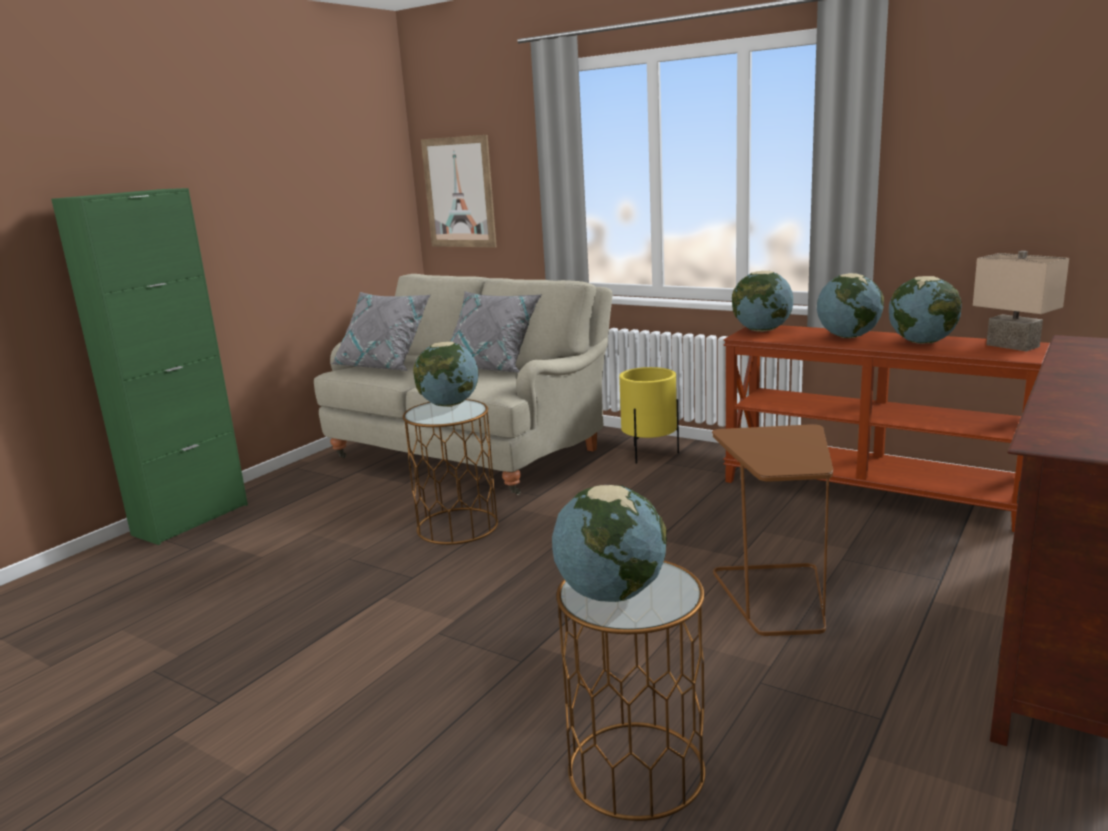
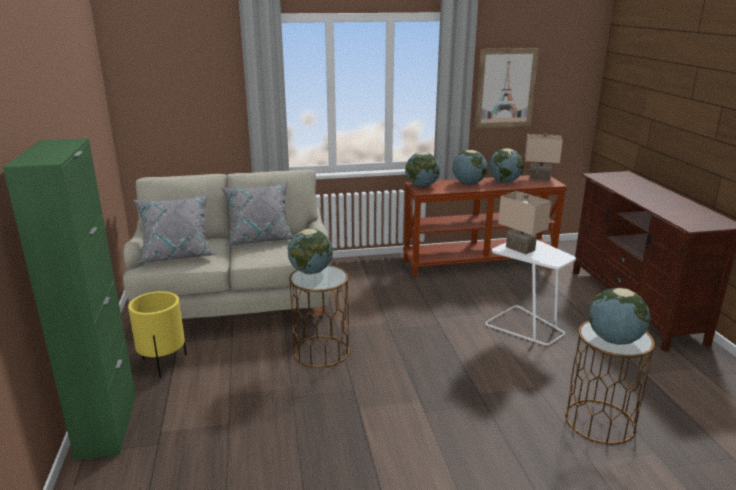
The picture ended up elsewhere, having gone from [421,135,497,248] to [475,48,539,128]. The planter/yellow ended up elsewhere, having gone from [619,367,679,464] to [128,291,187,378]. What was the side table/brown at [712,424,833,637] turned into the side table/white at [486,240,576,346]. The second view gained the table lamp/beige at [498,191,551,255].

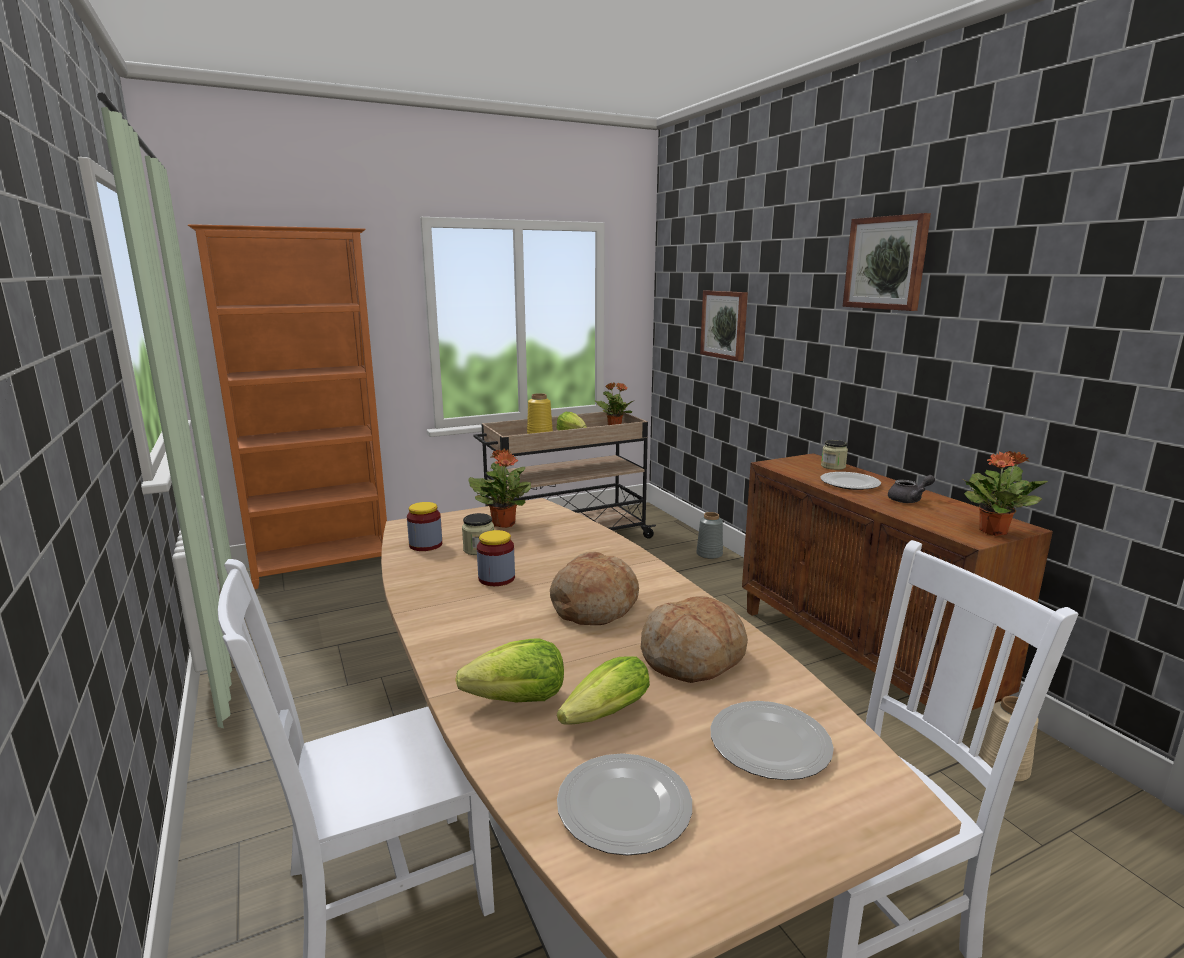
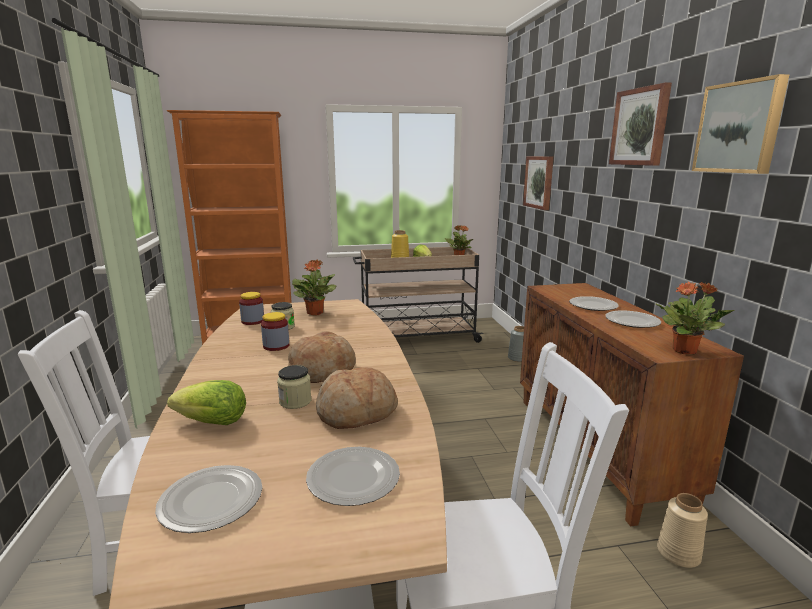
The second view lost the lettuce at [557,657,650,725]. The jar ended up elsewhere, having gone from [821,440,848,470] to [277,365,312,409]. Where the teapot/grey stood at [888,475,935,503], the plate came to stand at [605,310,661,328]. The second view gained the picture at [692,74,789,174].

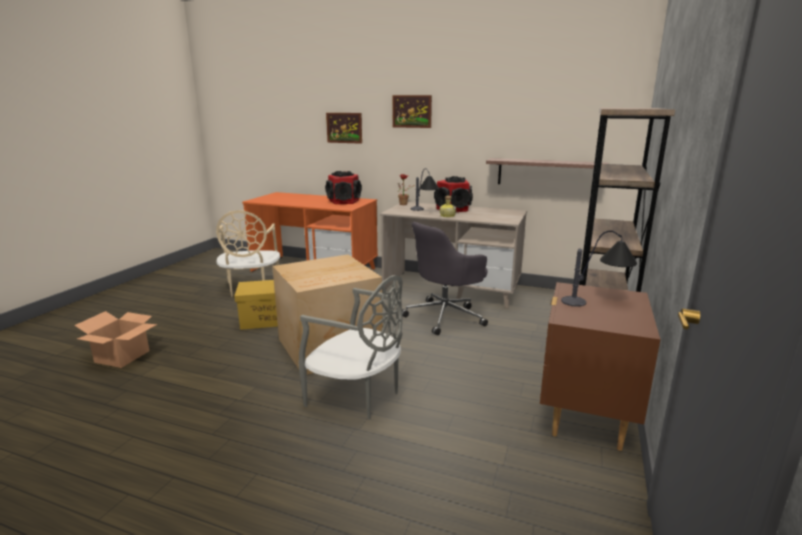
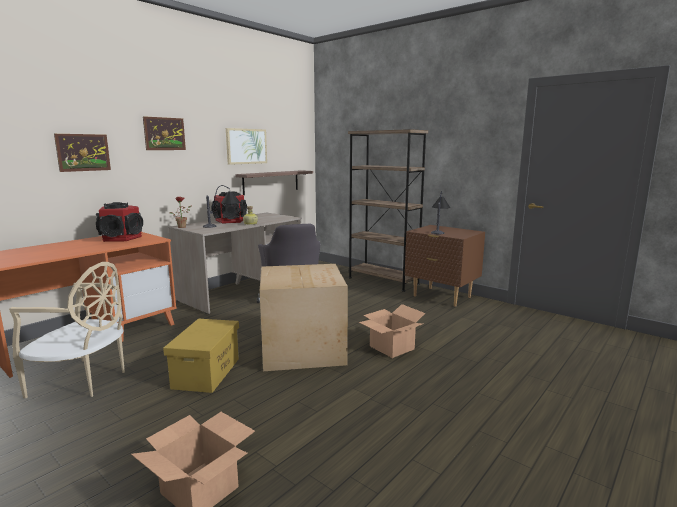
Where the chair/grey stood at [298,275,403,420], the cardboard box came to stand at [359,304,425,358]. The second view gained the picture at [226,128,267,165].

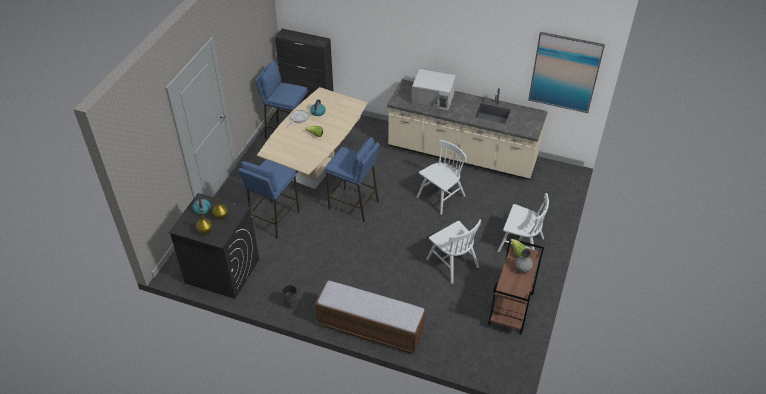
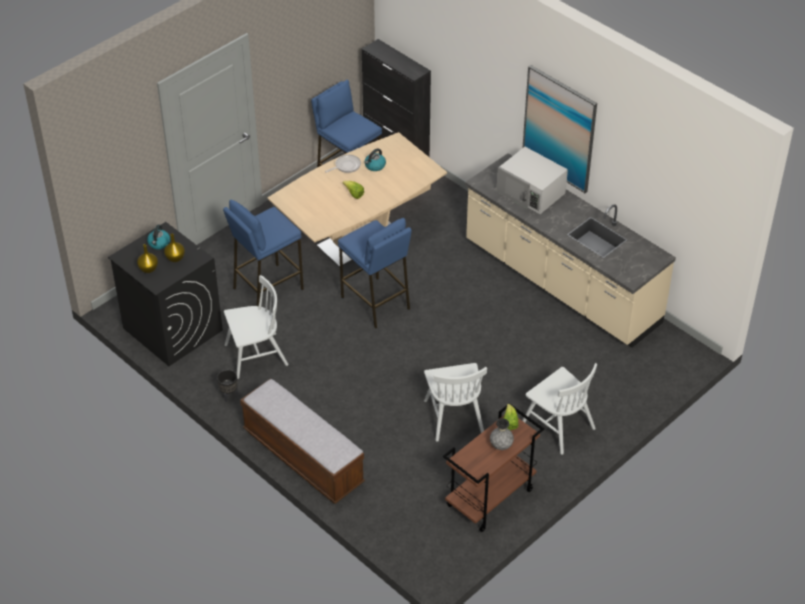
The chair/white ended up elsewhere, having gone from [417,140,467,215] to [224,275,288,379]. The picture ended up elsewhere, having gone from [528,32,605,113] to [523,65,597,193].

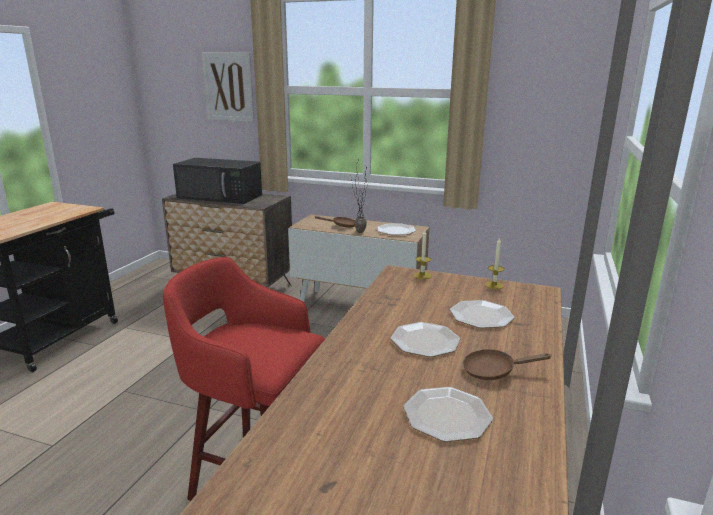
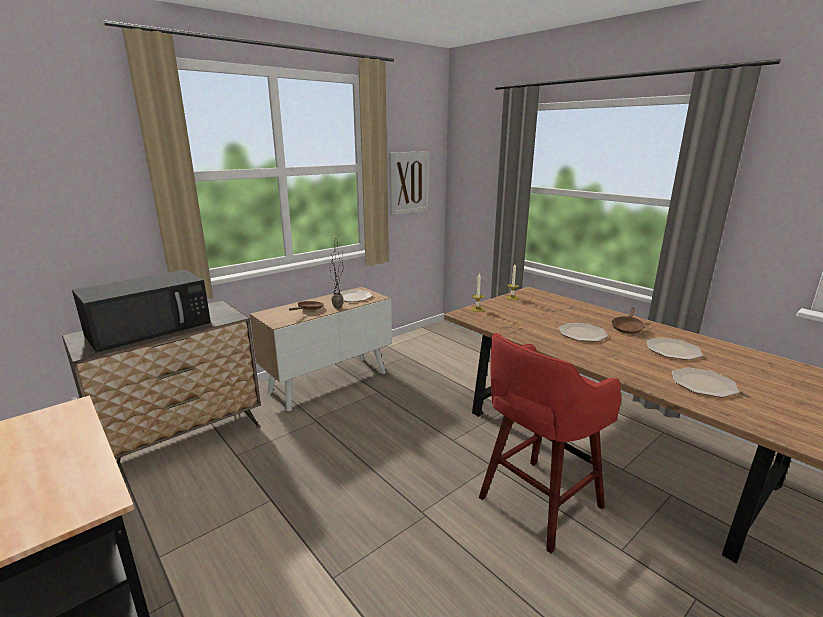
The picture ended up elsewhere, having gone from [202,53,255,122] to [389,151,429,215]. The plate ended up elsewhere, having gone from [450,300,515,328] to [672,367,739,398].

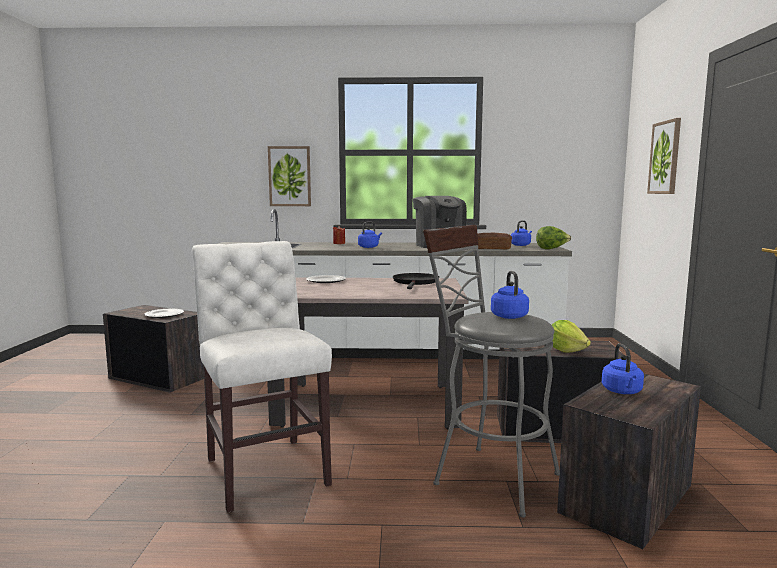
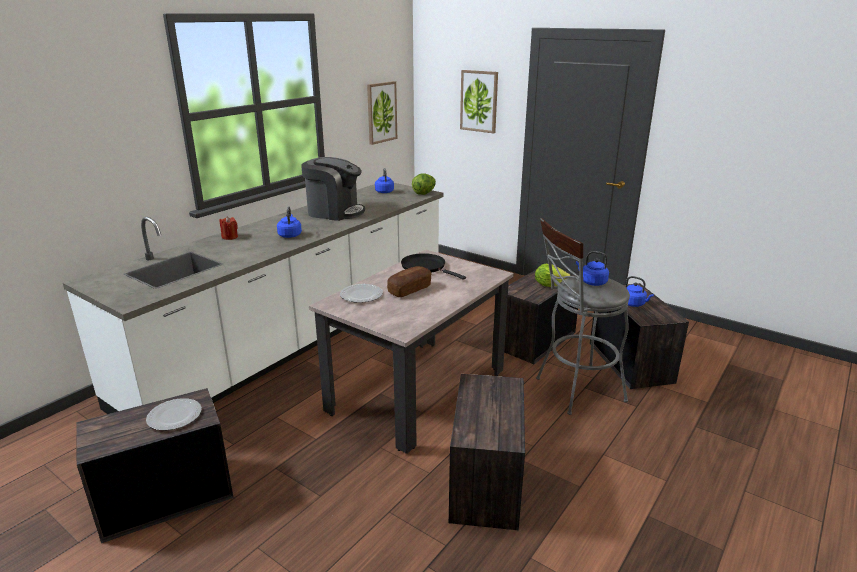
Where the chair/white stood at [191,241,332,513], the crate came to stand at [449,374,525,530]. The picture ended up elsewhere, having gone from [268,146,311,206] to [367,81,397,145]. The bread ended up elsewhere, having gone from [478,233,512,250] to [387,266,431,297].

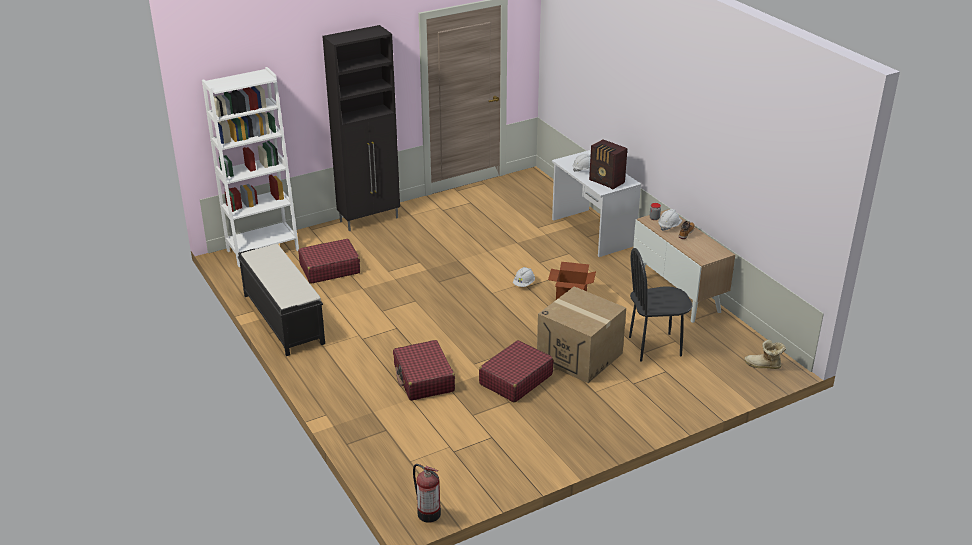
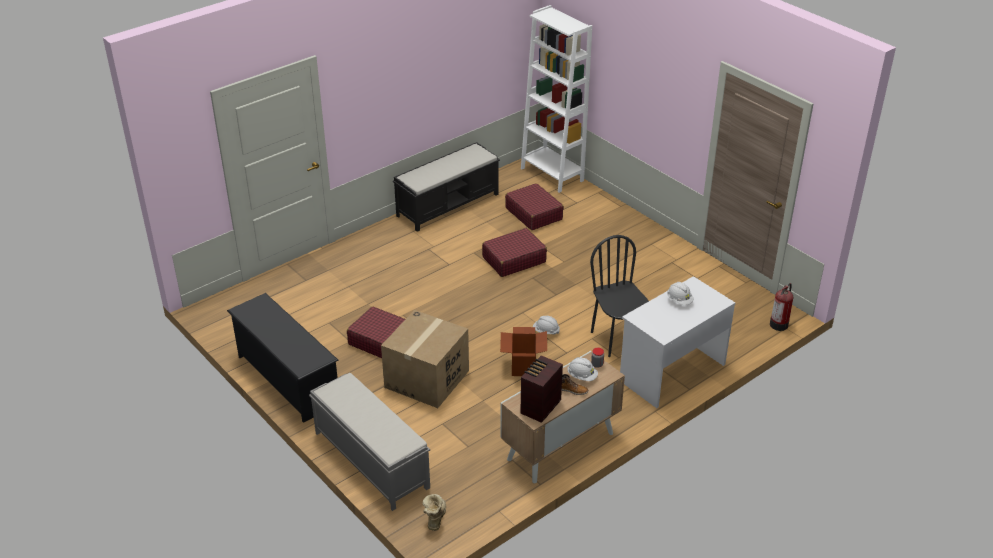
The second view lost the cabinet/black at [323,25,400,231]. The suitcase/red ended up elsewhere, having gone from [393,340,455,401] to [482,228,547,277]. The fire extinguisher ended up elsewhere, having gone from [413,464,441,523] to [770,283,794,331]. The radio ended up elsewhere, having gone from [589,139,627,189] to [520,355,563,423]. The chair/black ended up elsewhere, having gone from [629,248,693,362] to [590,235,649,357]. The second view gained the shoe rack/black at [227,293,339,423]. The second view gained the bench/grey at [309,373,430,511].

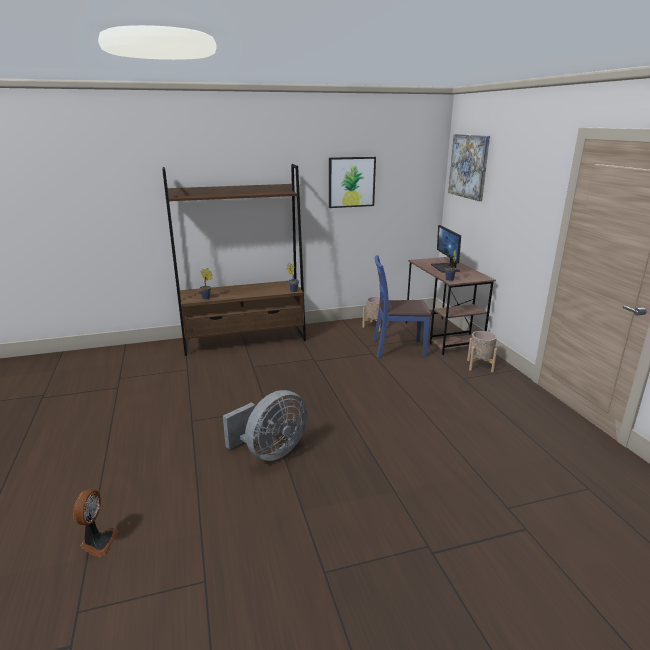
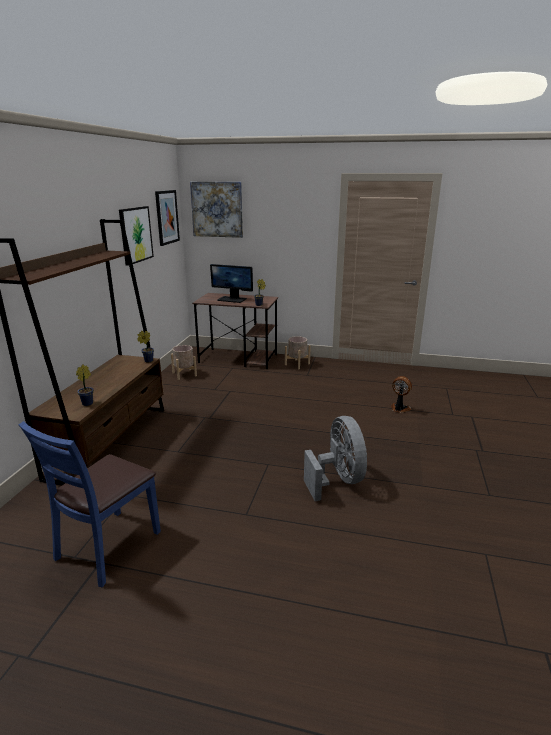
The fan ended up elsewhere, having gone from [73,489,119,557] to [391,376,412,413]. The chair/blue ended up elsewhere, having gone from [373,255,432,358] to [18,421,161,587]. The second view gained the picture at [155,190,180,246].

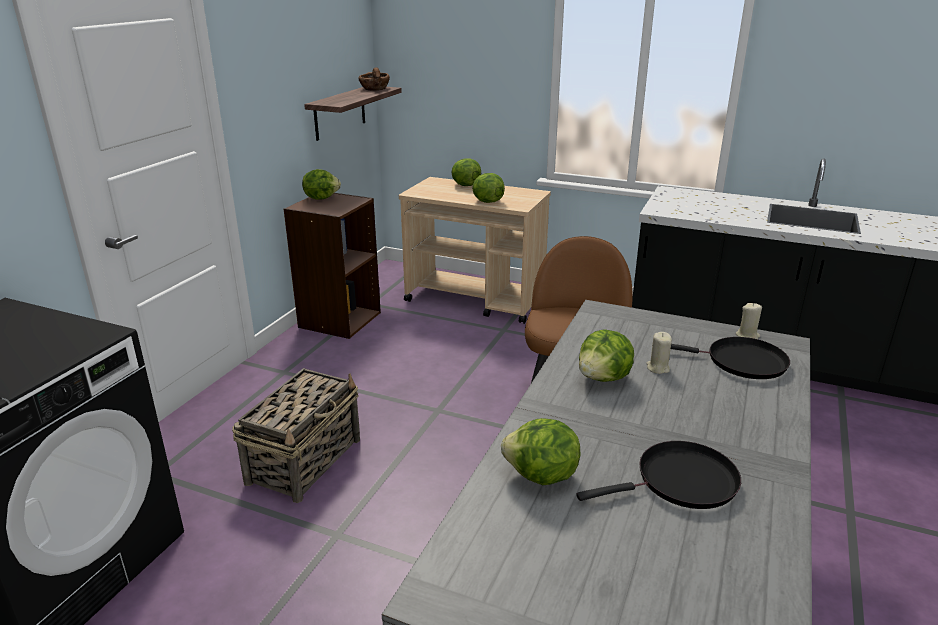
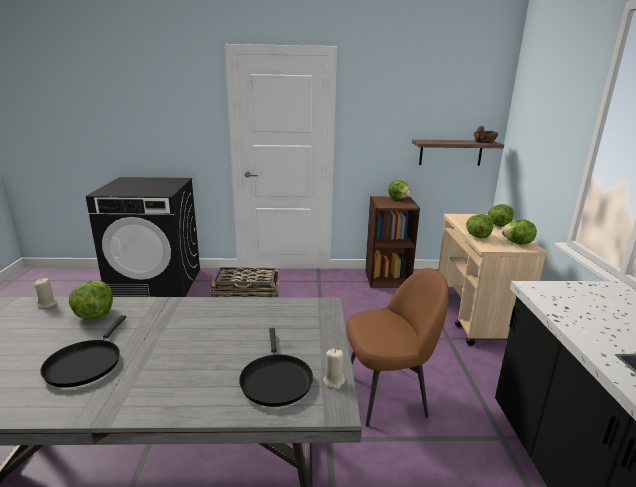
The frying pan/black at [576,441,741,509] ended up facing another way, 45 degrees clockwise from before. The lettuce ended up elsewhere, having gone from [579,330,634,382] to [501,219,537,245]. The candle/beige ended up elsewhere, having gone from [646,332,672,374] to [34,278,58,308].

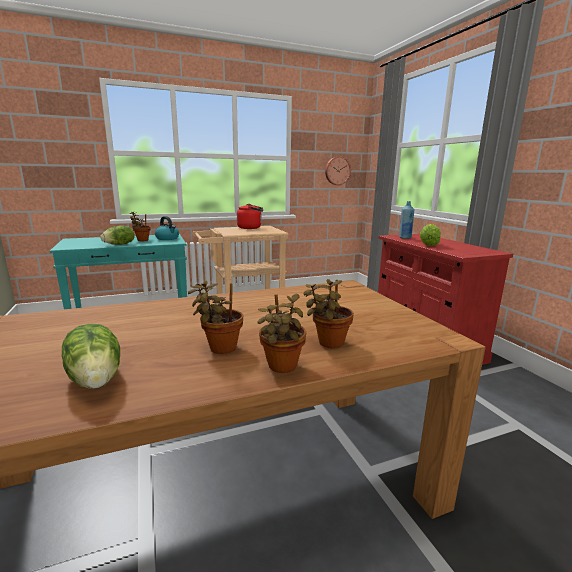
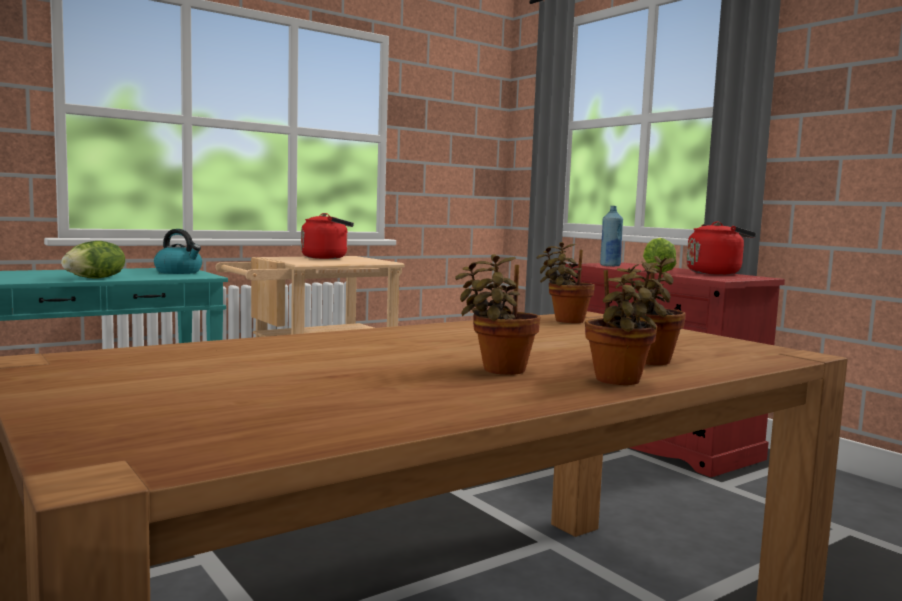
The second view lost the lettuce at [62,323,120,389]. The potted plant ended up elsewhere, having gone from [129,212,151,241] to [537,242,595,323]. The second view lost the wall clock at [325,156,351,185]. The second view gained the kettle/red at [687,222,756,275].

